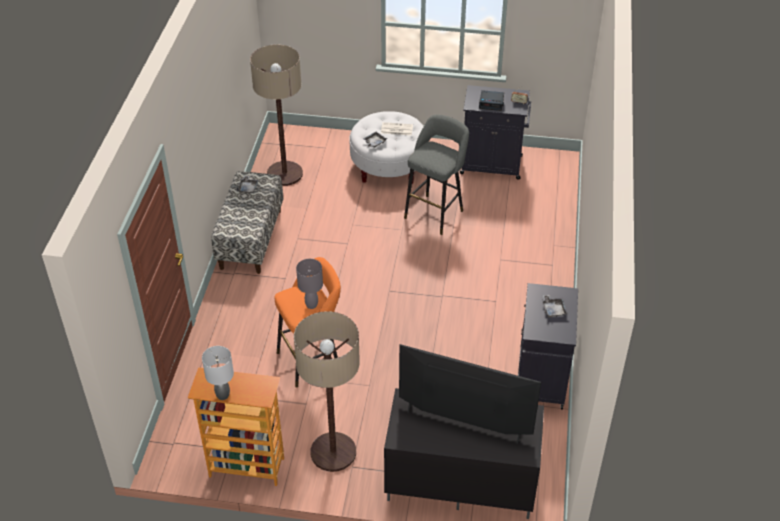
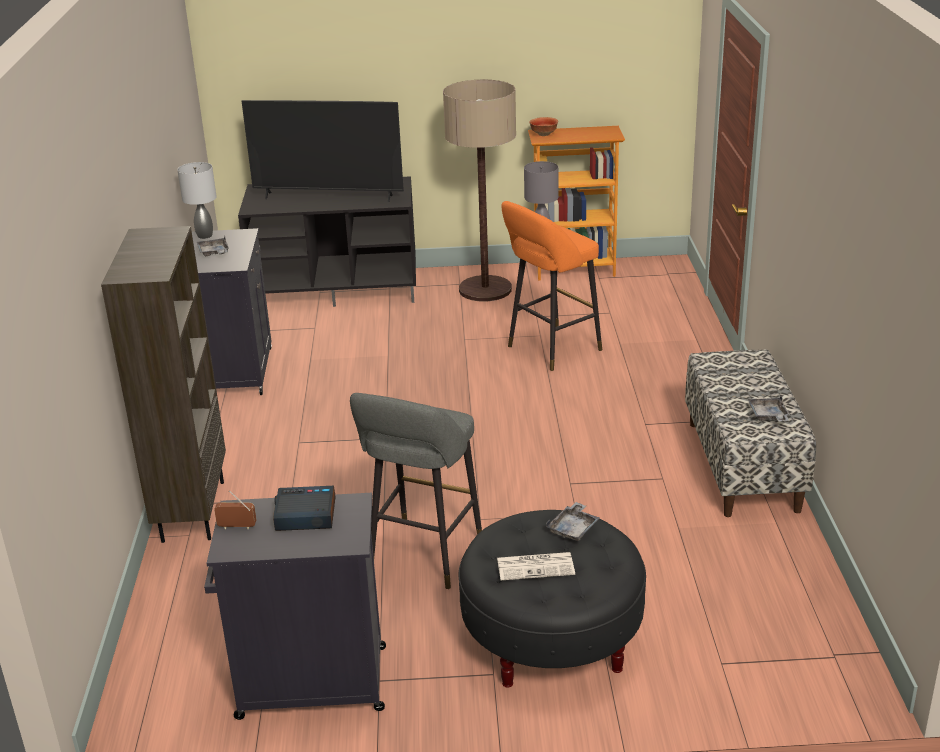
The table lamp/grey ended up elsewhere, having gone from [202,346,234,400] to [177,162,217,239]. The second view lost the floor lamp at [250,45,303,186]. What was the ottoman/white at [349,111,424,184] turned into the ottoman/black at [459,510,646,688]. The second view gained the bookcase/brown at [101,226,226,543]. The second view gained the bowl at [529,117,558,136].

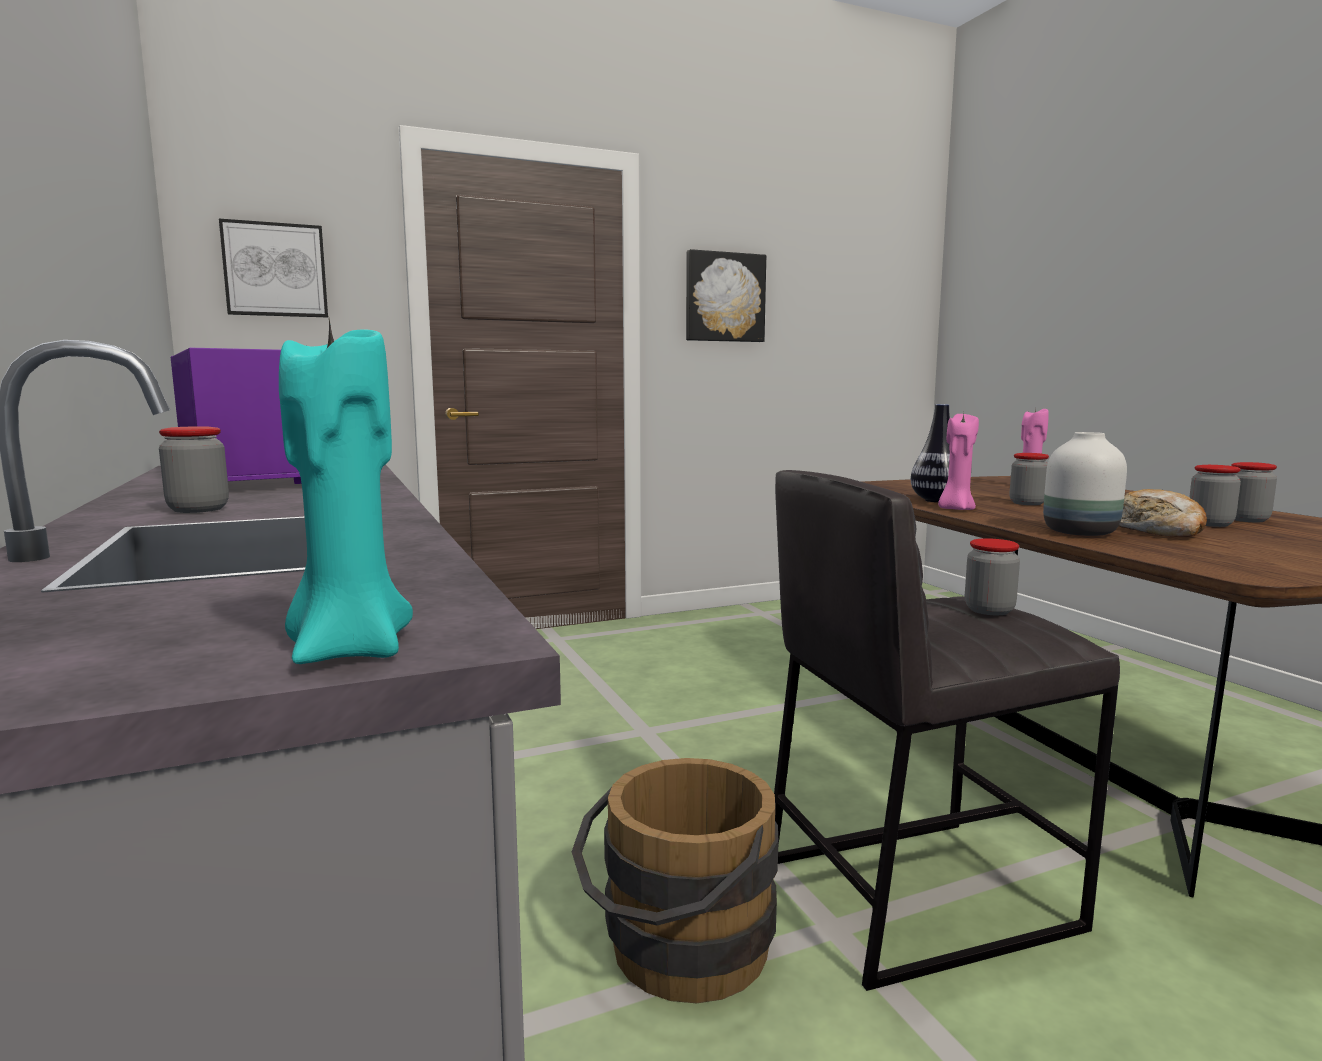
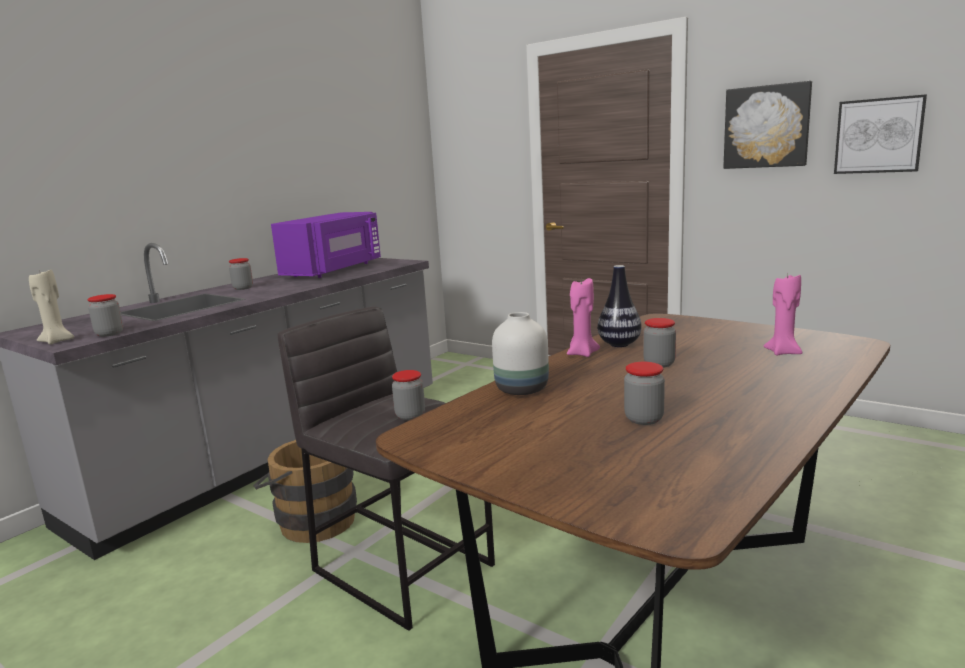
The picture ended up elsewhere, having gone from [219,219,328,317] to [834,94,927,174]. What was the candle/turquoise at [279,318,413,664] turned into the candle/beige at [29,270,74,345]. The second view lost the bread at [1119,489,1207,537]. The jar ended up elsewhere, having gone from [1231,462,1277,522] to [87,294,123,337].

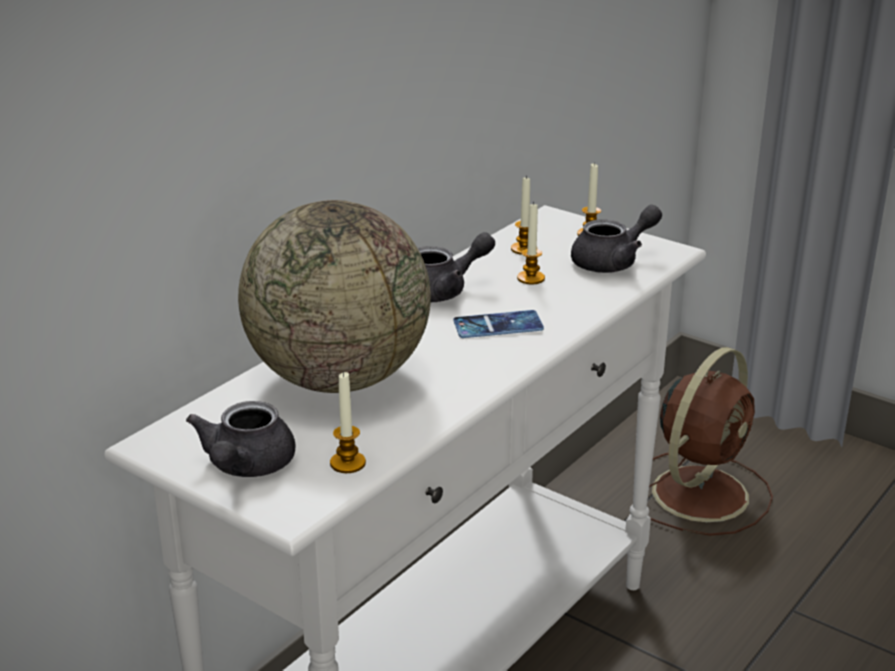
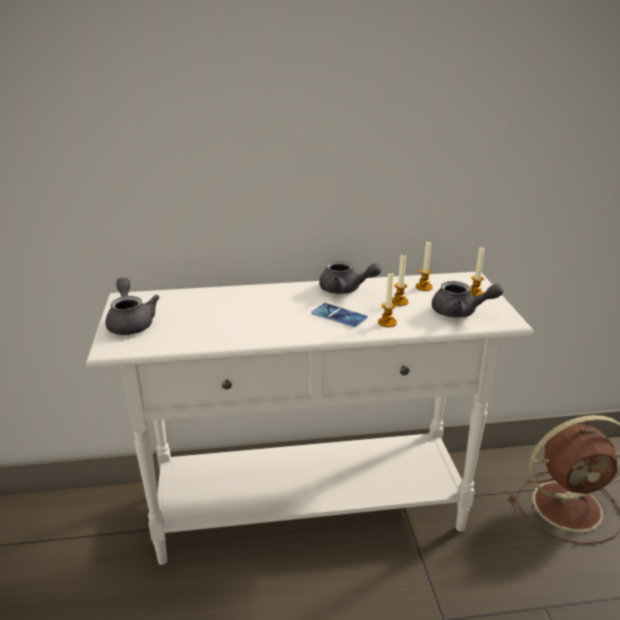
The teapot/grey at [186,401,295,477] ended up facing another way, 105 degrees clockwise from before. The second view lost the globe at [238,200,431,393]. The candle ended up elsewhere, having gone from [330,371,366,473] to [378,273,397,327].

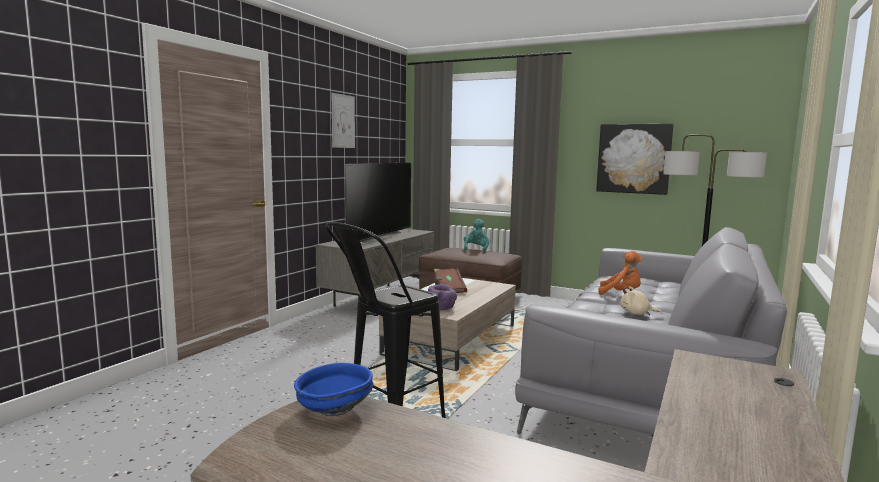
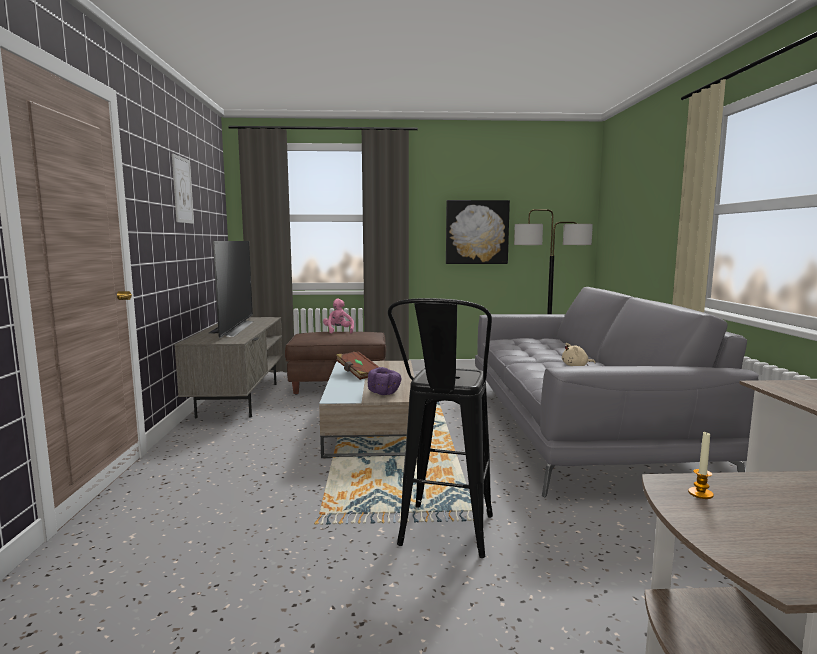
Where the bowl/blue stood at [294,363,374,416], the candle came to stand at [688,432,714,499]. What was the plush toy/turquoise at [464,219,489,253] turned into the plush toy/pink at [323,299,354,334]. The second view lost the plush toy/orange at [598,251,643,295].

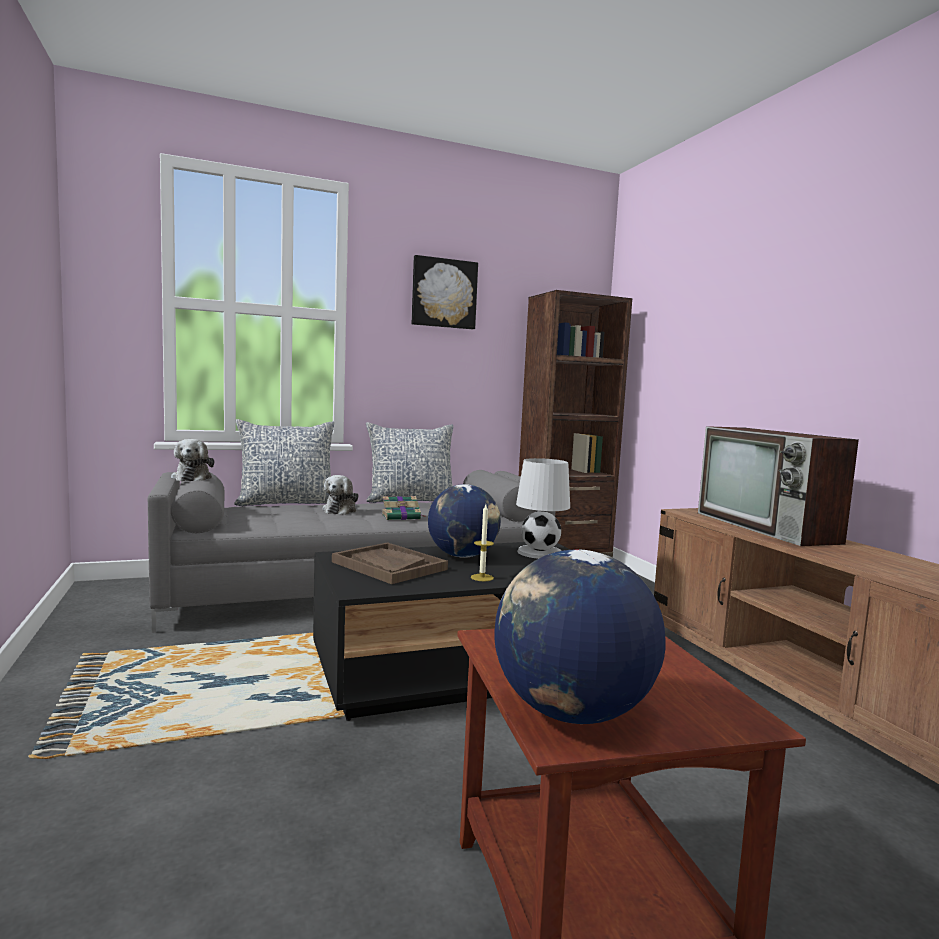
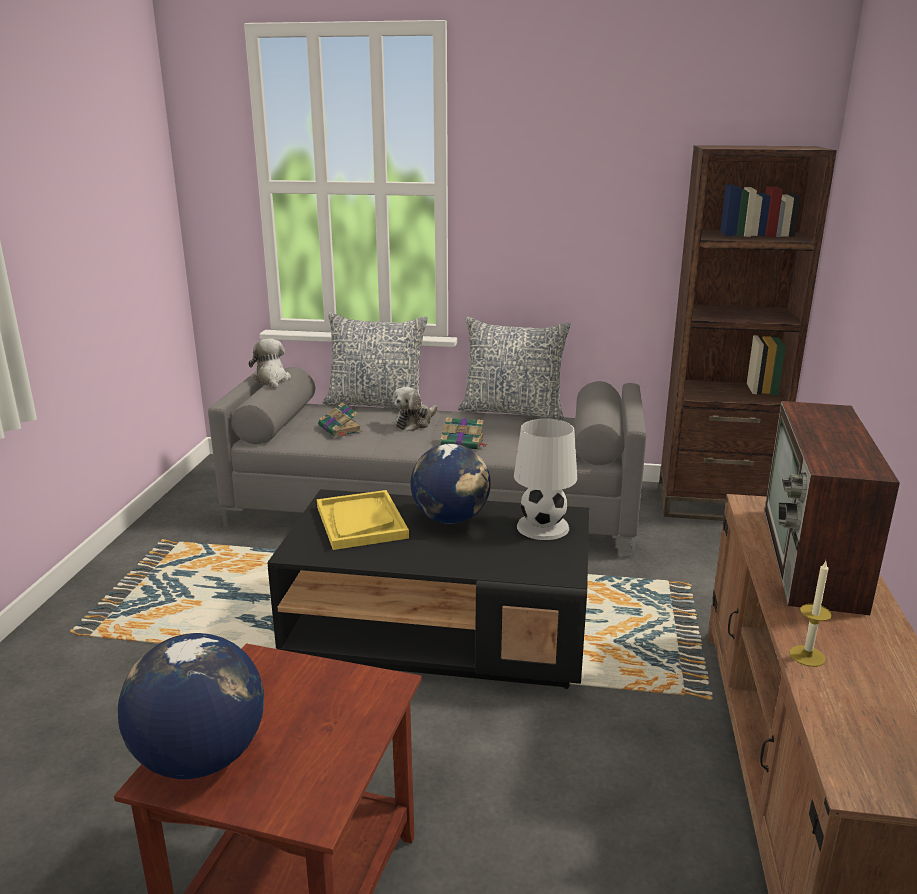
The plush toy at [171,439,214,481] ended up facing another way, 150 degrees clockwise from before. What was the tray/brown at [332,542,448,584] turned into the tray/yellow at [317,490,409,550]. The second view lost the picture at [412,255,478,329]. The candle ended up elsewhere, having gone from [471,505,494,581] to [789,561,832,667]. The second view gained the book at [318,402,362,437].

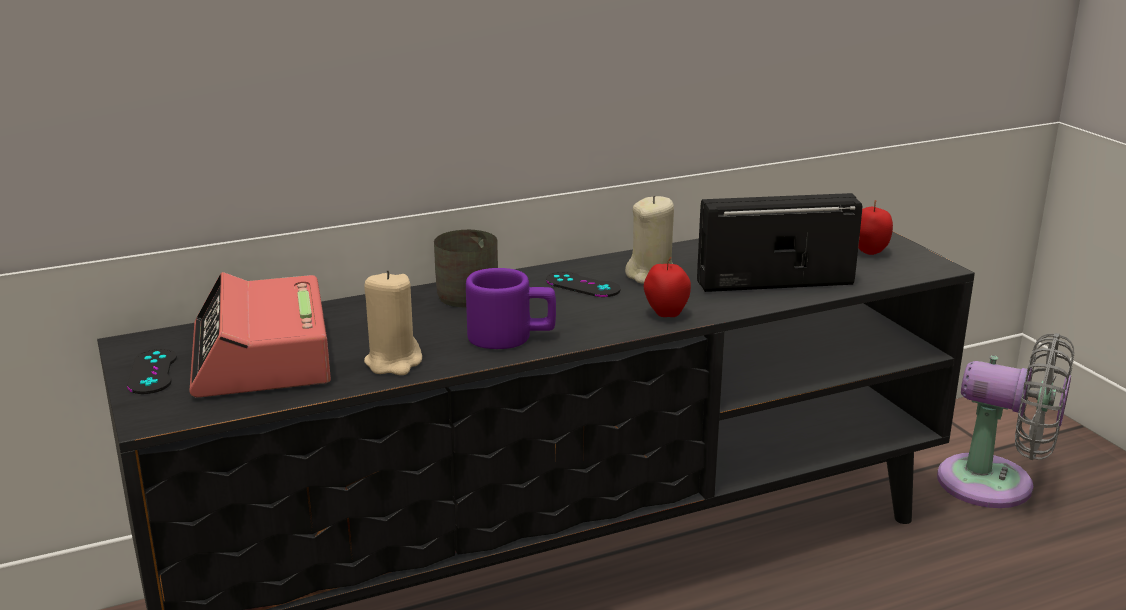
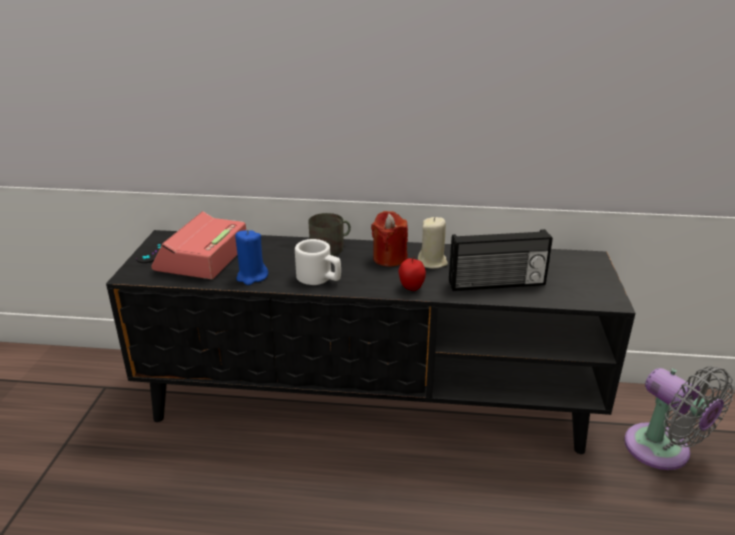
What was the candle/beige at [364,270,422,375] turned into the candle/blue at [235,230,268,285]. What was the mug/purple at [466,268,556,349] turned into the mug/white at [295,239,341,285]. Where the game controller/black stood at [546,271,621,297], the candle/red came to stand at [371,211,408,267]. The radio at [697,193,862,292] ended up facing another way, 150 degrees clockwise from before. The second view lost the apple at [858,200,893,255].

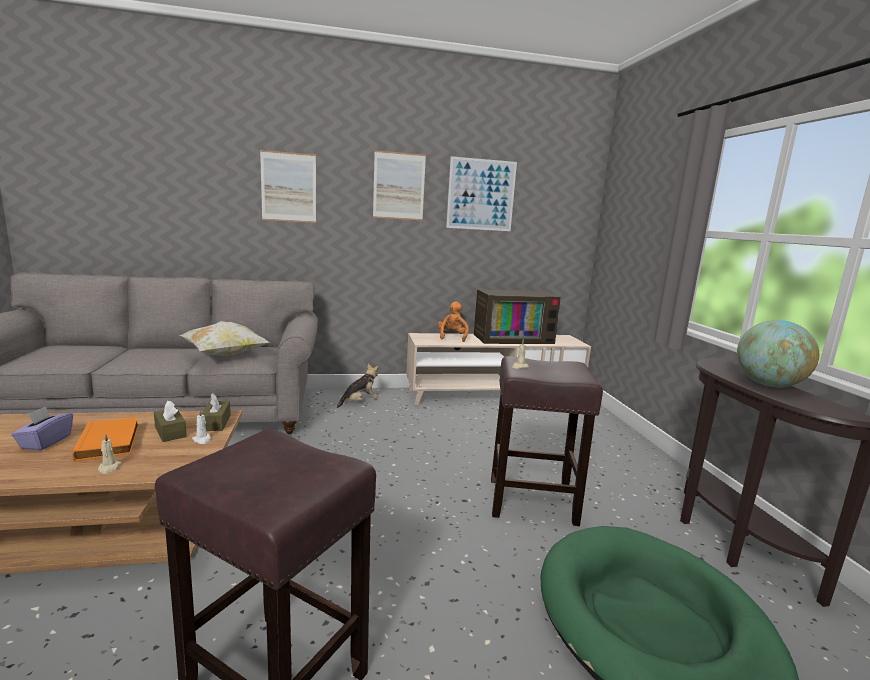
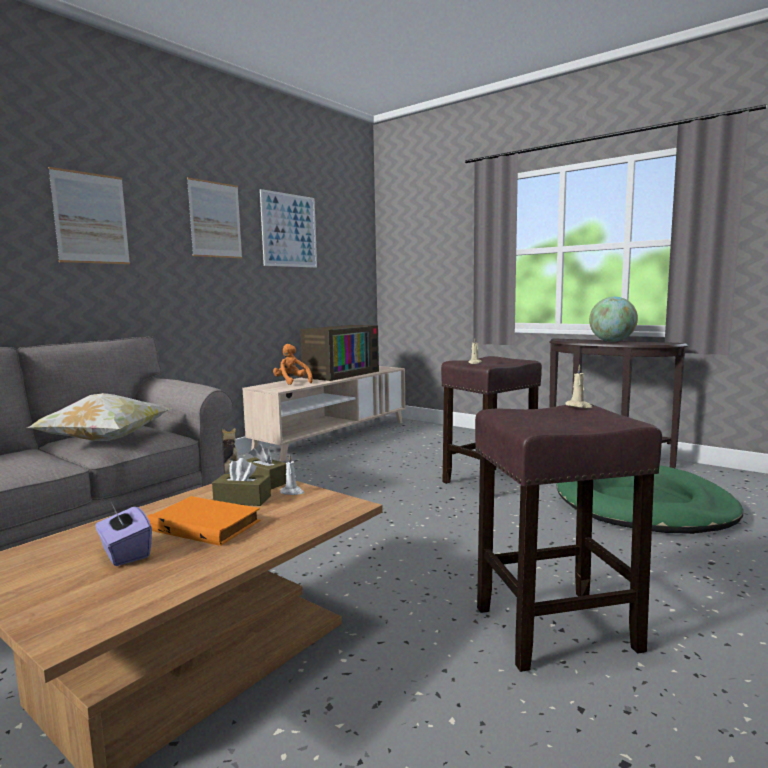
The candle/beige ended up elsewhere, having gone from [98,433,121,474] to [565,365,592,408].

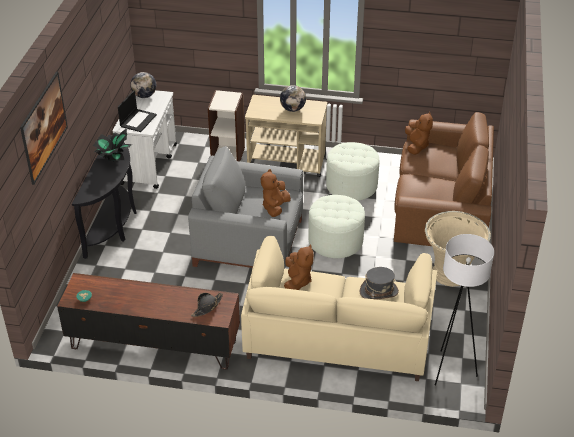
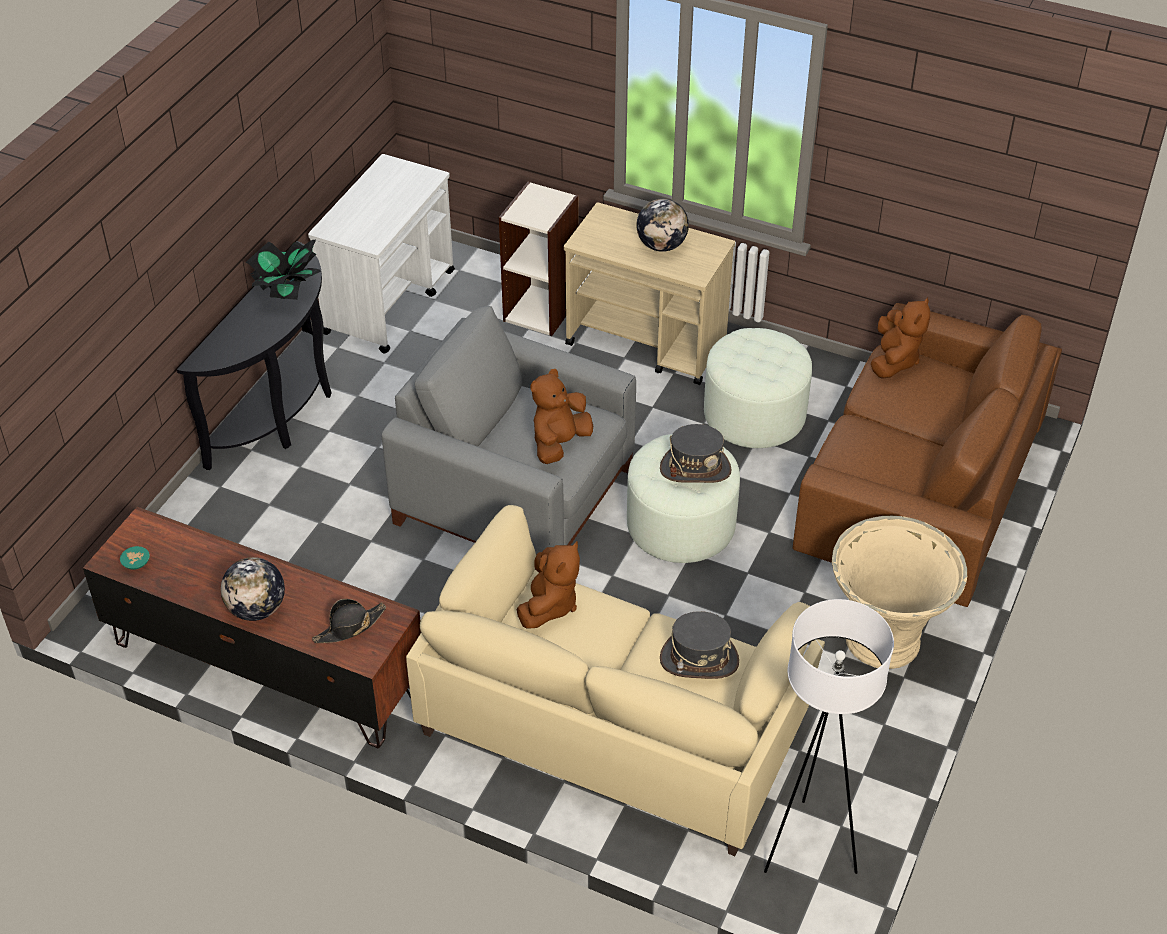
The second view lost the picture at [20,71,68,185]. The second view lost the laptop at [118,90,157,132]. The globe ended up elsewhere, having gone from [130,72,156,98] to [221,557,285,621]. The second view gained the hat/grey at [660,424,731,483].

